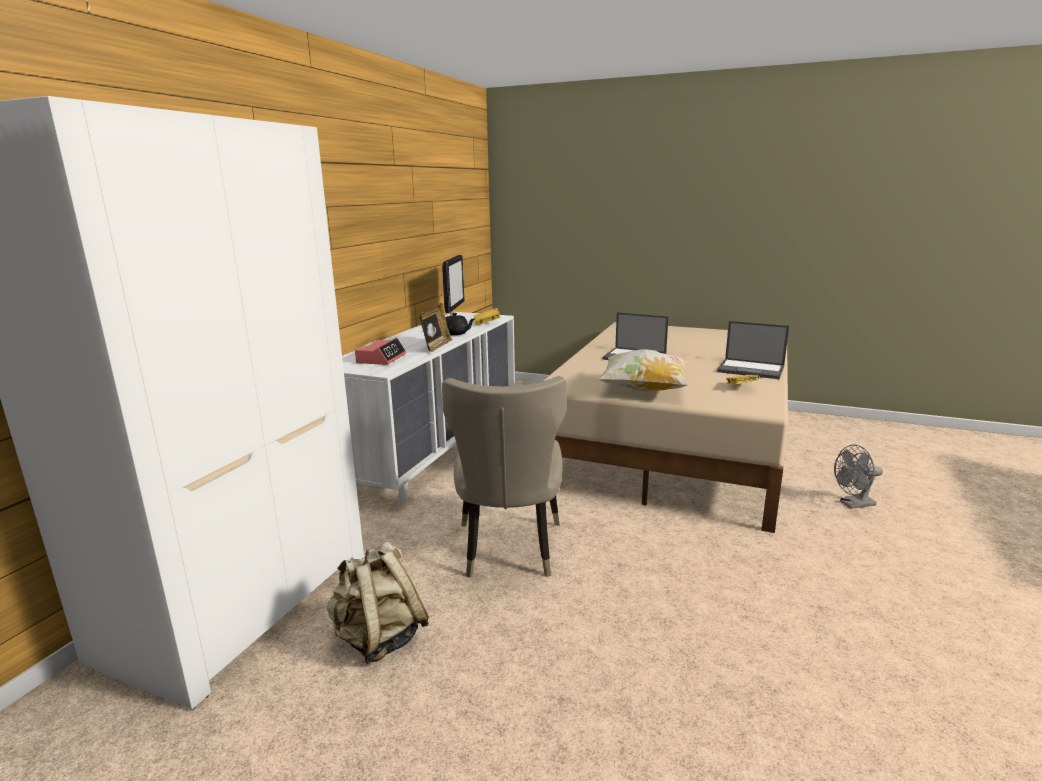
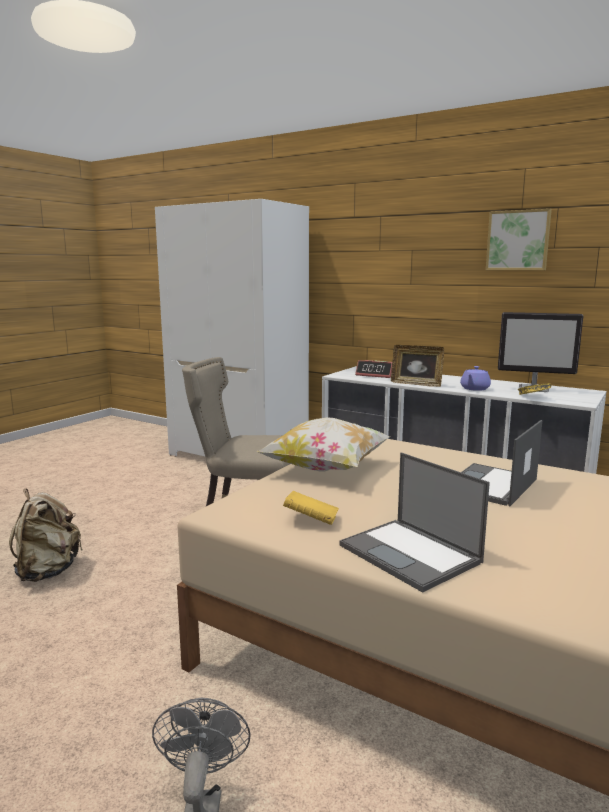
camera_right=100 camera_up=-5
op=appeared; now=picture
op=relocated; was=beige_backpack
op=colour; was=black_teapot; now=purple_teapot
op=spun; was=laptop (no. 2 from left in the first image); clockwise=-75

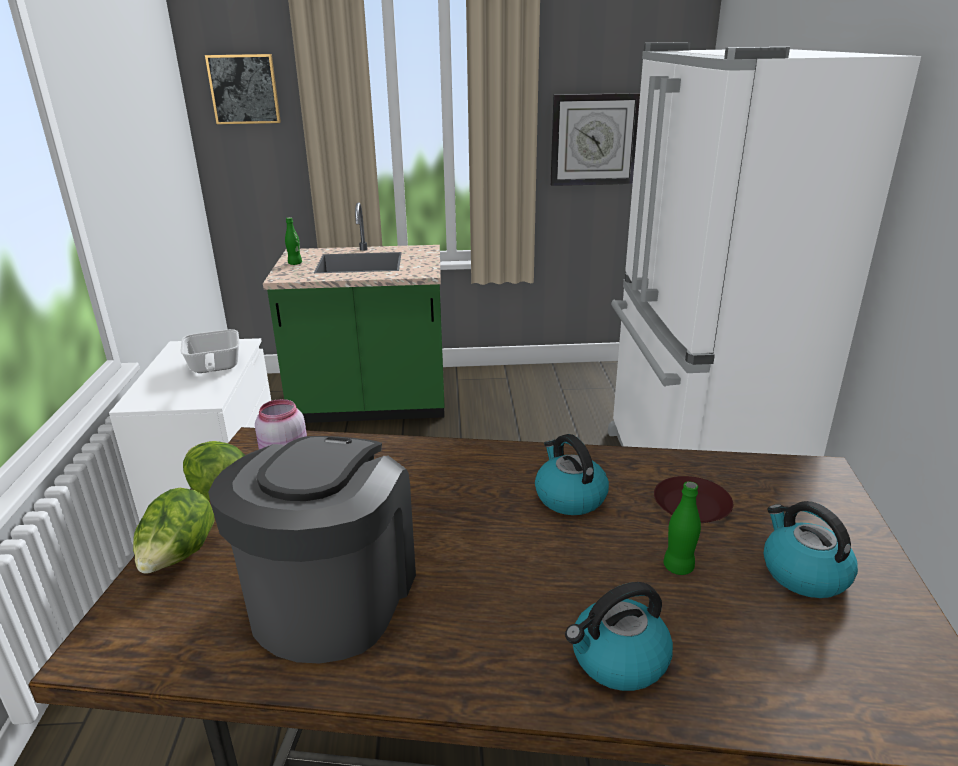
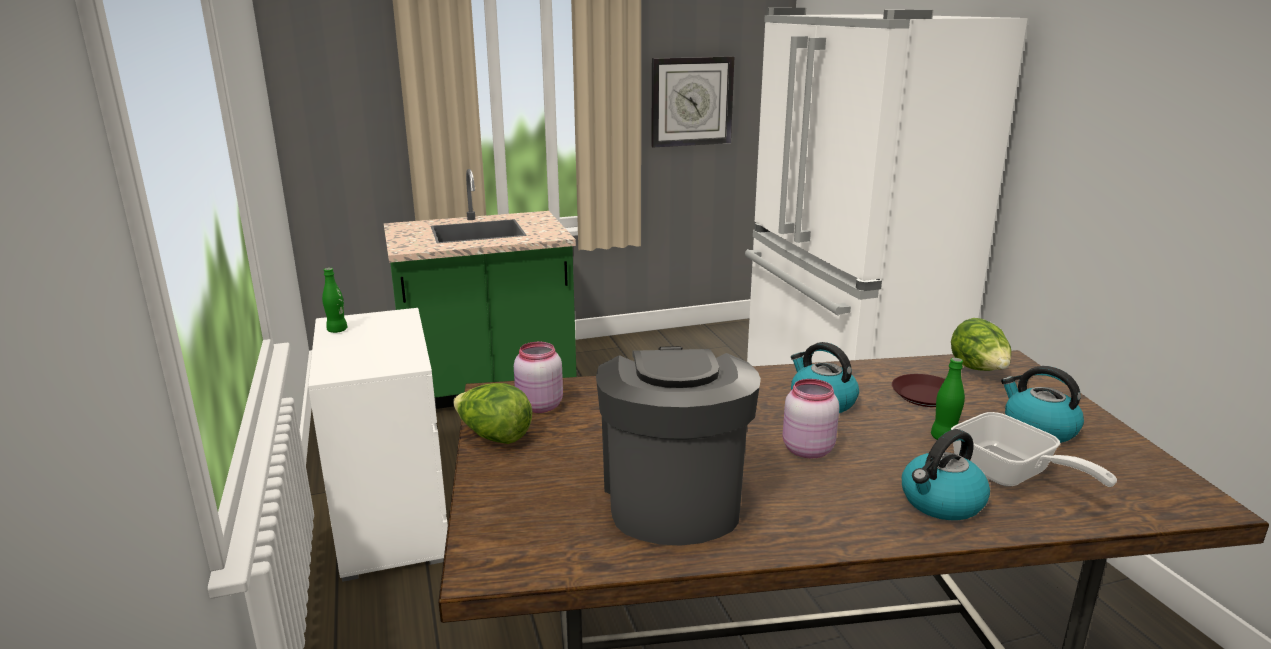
camera_right=-15 camera_up=-5
op=missing; was=picture
op=appeared; now=pink_jar (no. 2 from left)
op=relocated; was=lettuce (no. 1 from left in the first image); now=lettuce (no. 2 from left)
op=relocated; was=frying_pan
op=relocated; was=green_bottle (no. 1 from left)

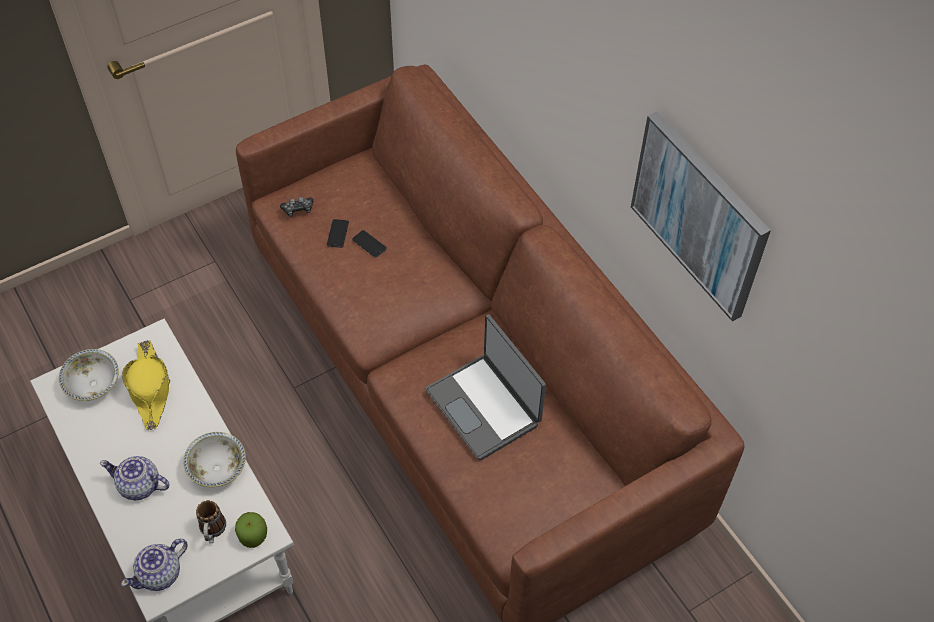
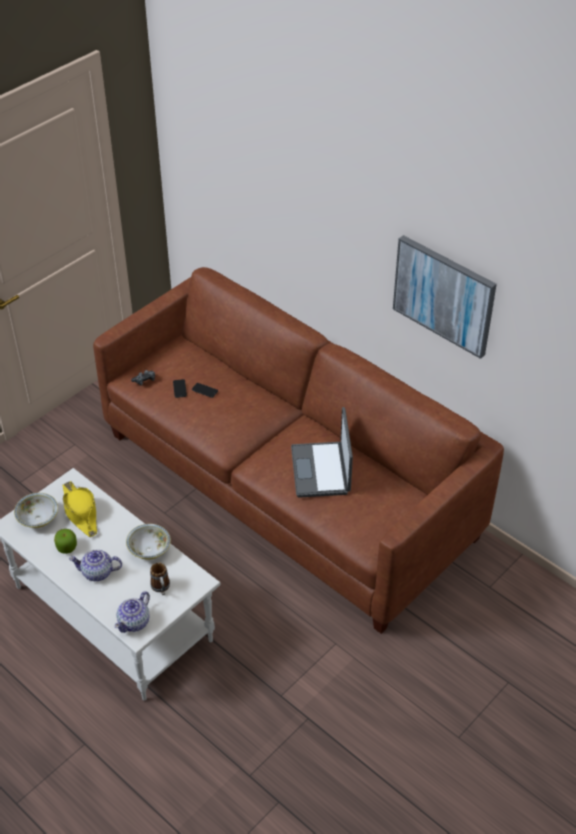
camera_right=-15 camera_up=-10
op=relocated; was=apple
op=spun; was=laptop; clockwise=45

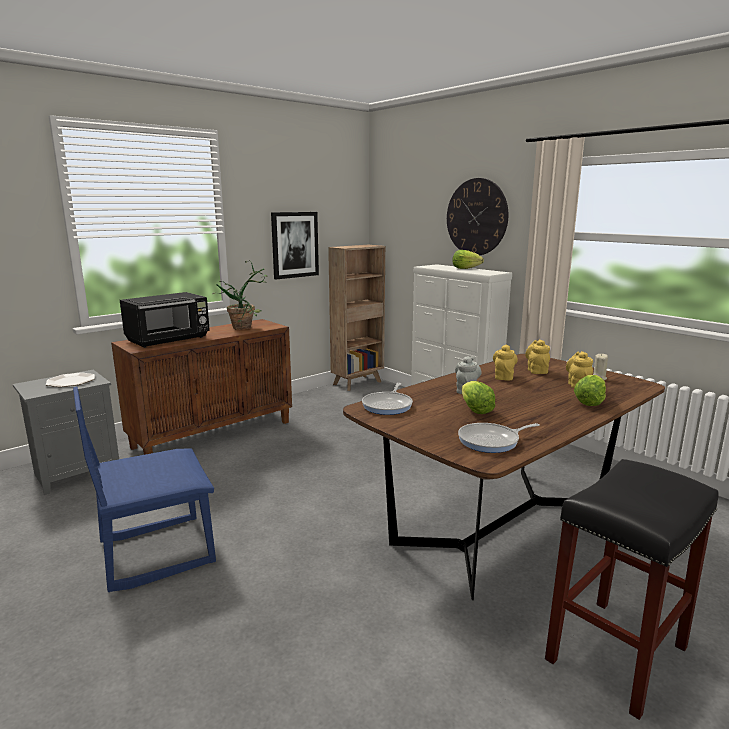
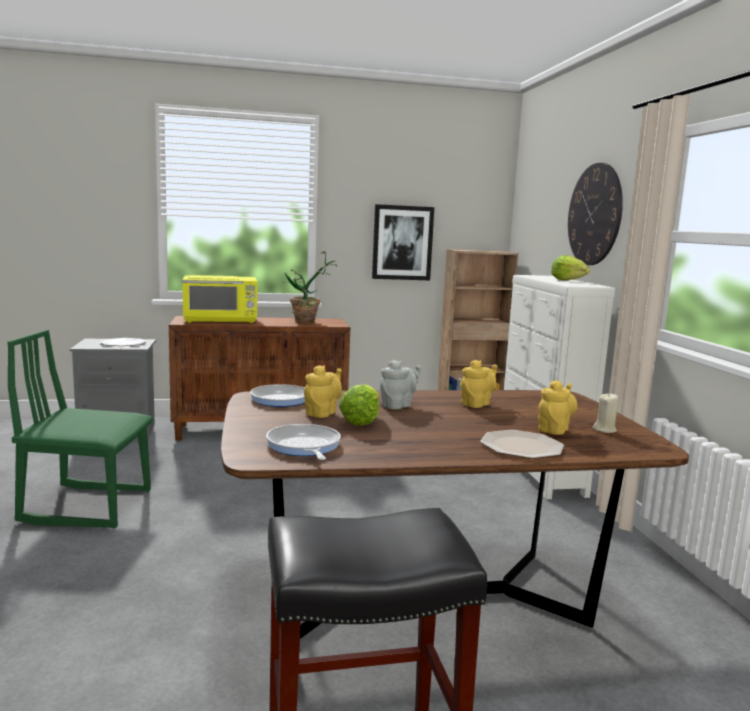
camera_right=30 camera_up=-5
op=relocated; was=yellow_teapot (no. 2 from left in the first image); now=yellow_teapot (no. 1 from left)
op=exchanged; was=lettuce (no. 3 from left); now=plate (no. 2 from left)
op=colour; was=blue_chair; now=green_chair
op=colour; was=black_microwave; now=yellow_microwave
op=spun; was=frying_pan (no. 2 from left); clockwise=60

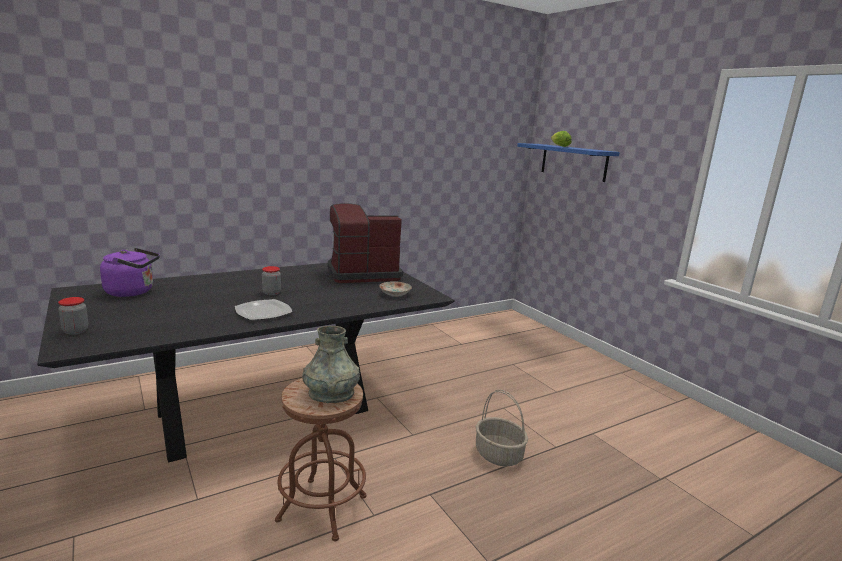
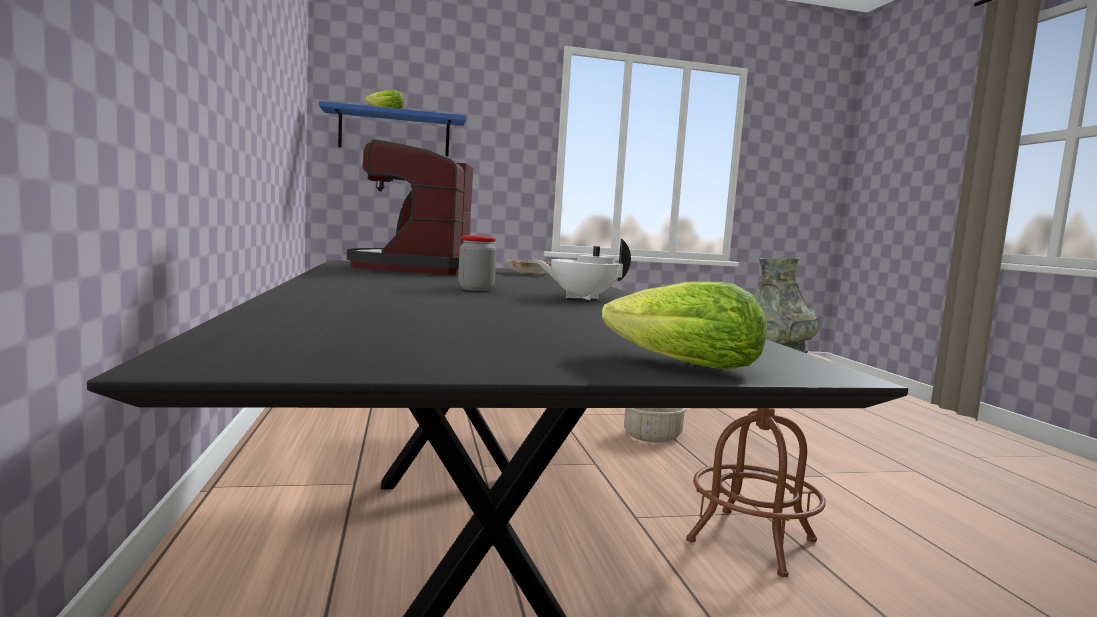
camera_right=-70 camera_up=-10
op=missing; was=purple_kettle
op=exchanged; was=jar (no. 1 from left); now=lettuce (no. 2 from left)
op=exchanged; was=plate (no. 1 from left); now=white_teapot

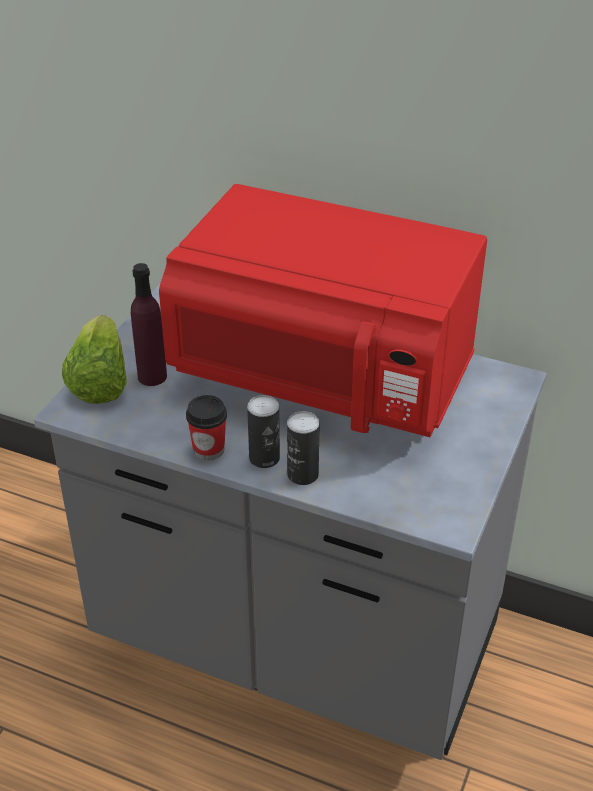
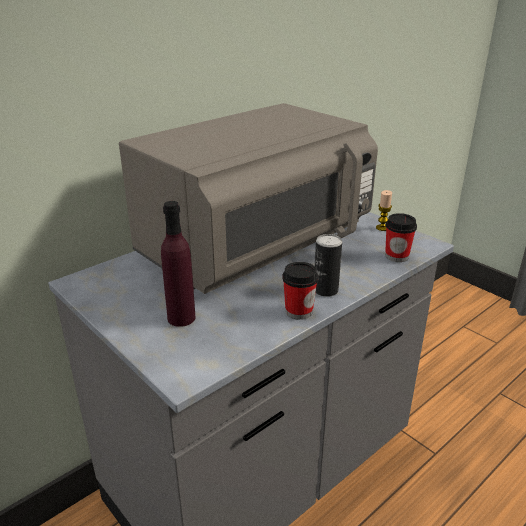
camera_right=-65 camera_up=-10
op=missing; was=lettuce
op=missing; was=can (no. 2 from left)
op=appeared; now=candle
op=appeared; now=cup (no. 2 from left)
op=colour; was=red_microwave; now=grey_microwave

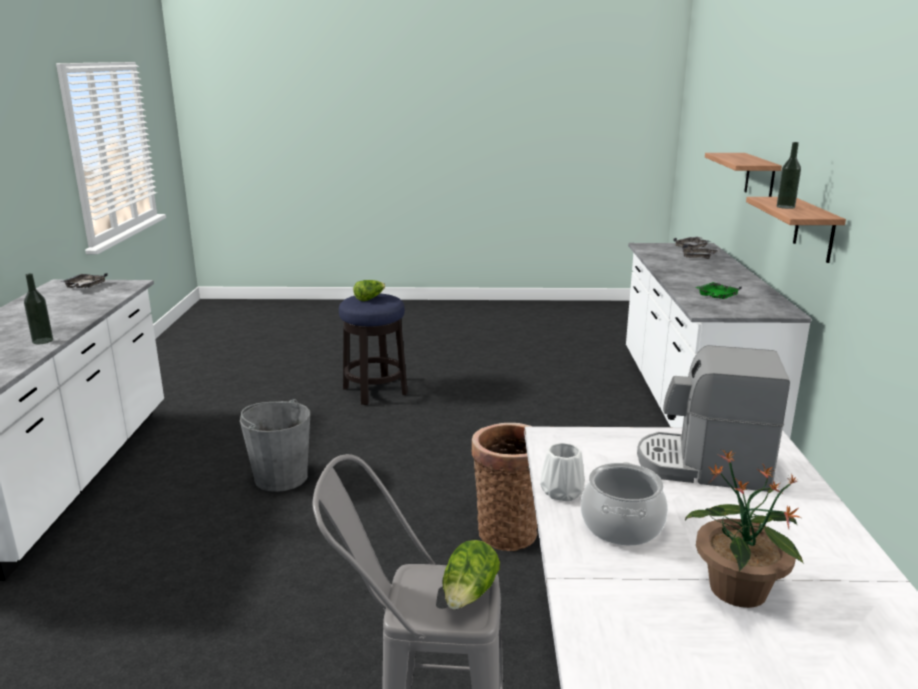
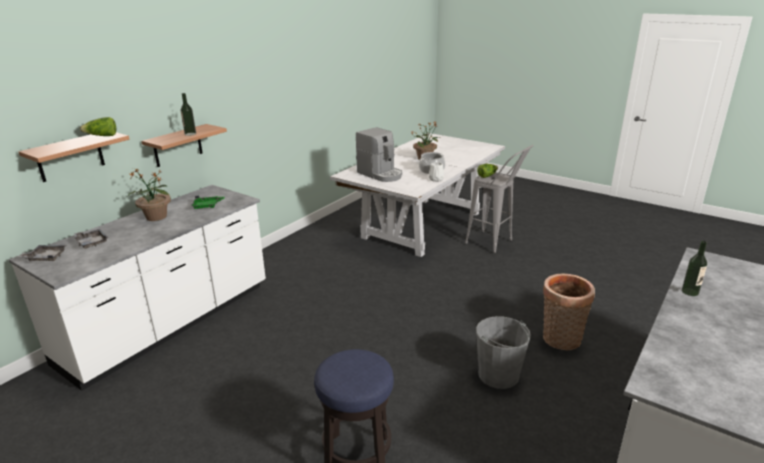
camera_right=-145 camera_up=5
op=missing; was=grey_tray (no. 1 from left)
op=appeared; now=potted_plant (no. 1 from left)
op=relocated; was=lettuce (no. 1 from left)
op=relocated; was=basket

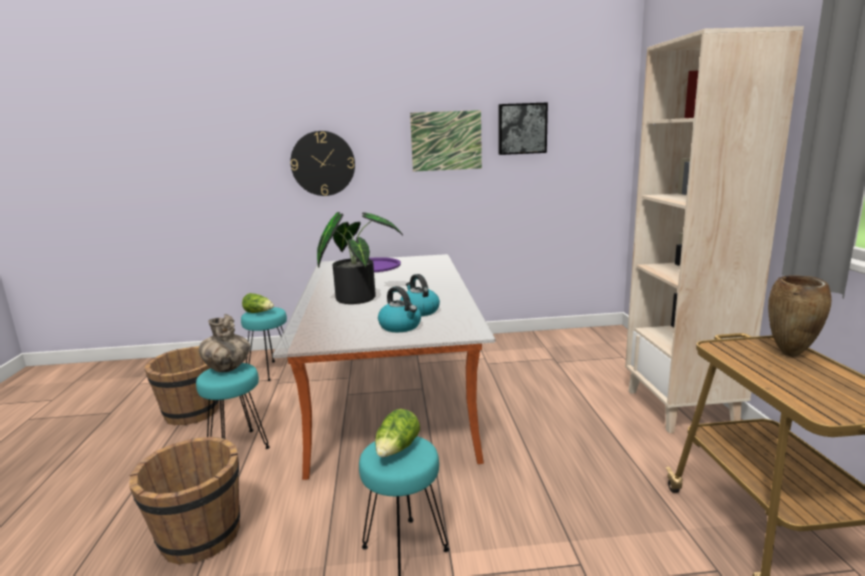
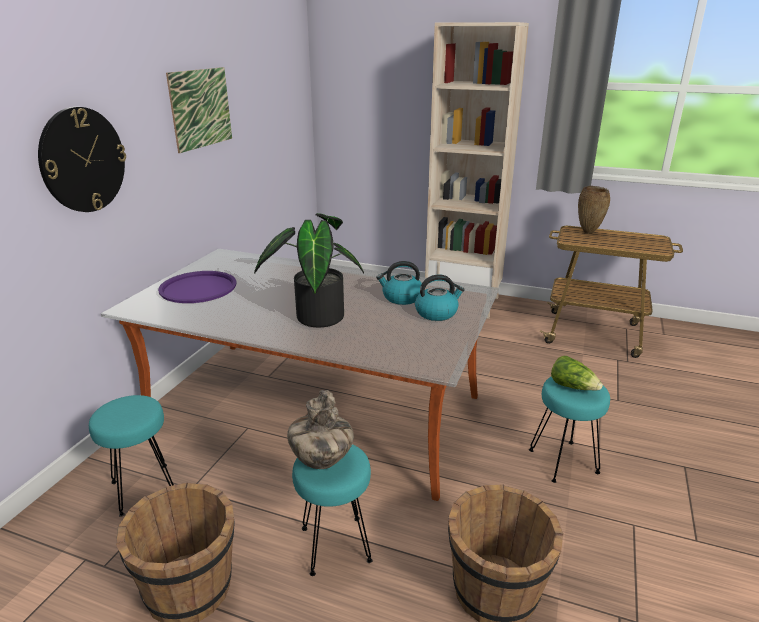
camera_right=-65 camera_up=10
op=missing; was=lettuce (no. 1 from left)
op=missing; was=picture (no. 2 from left)

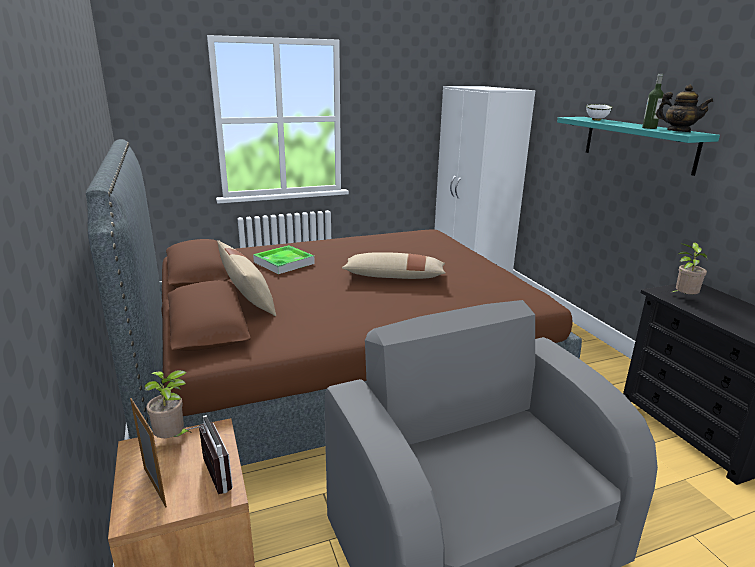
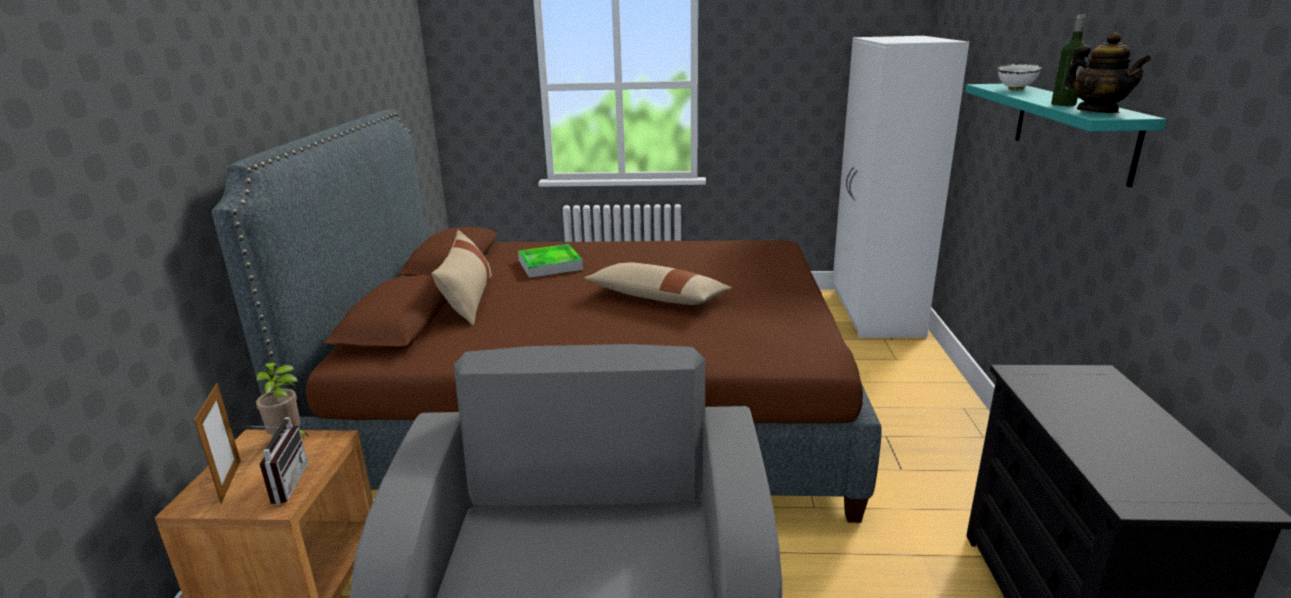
camera_right=25 camera_up=0
op=missing; was=potted_plant (no. 2 from left)

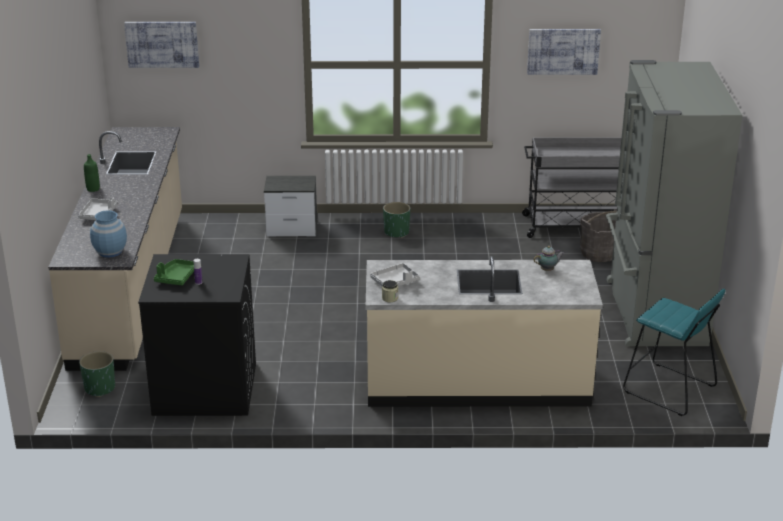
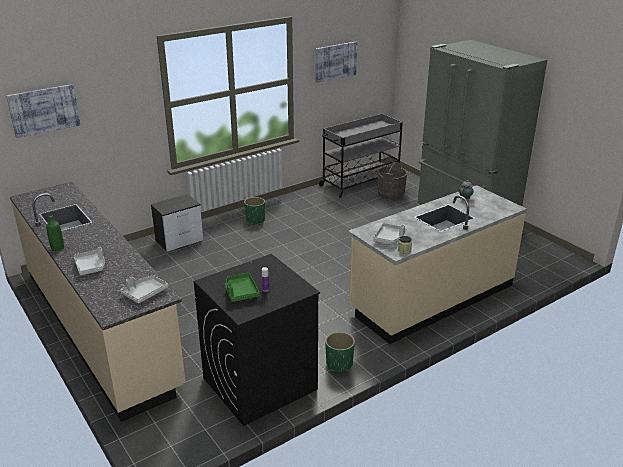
camera_right=-35 camera_up=0
op=missing; was=turquoise_stool
op=relocated; was=green_planter (no. 1 from left in the first image); now=green_planter (no. 2 from left)
op=exchanged; was=blue_vase; now=grey_tray (no. 2 from left)

